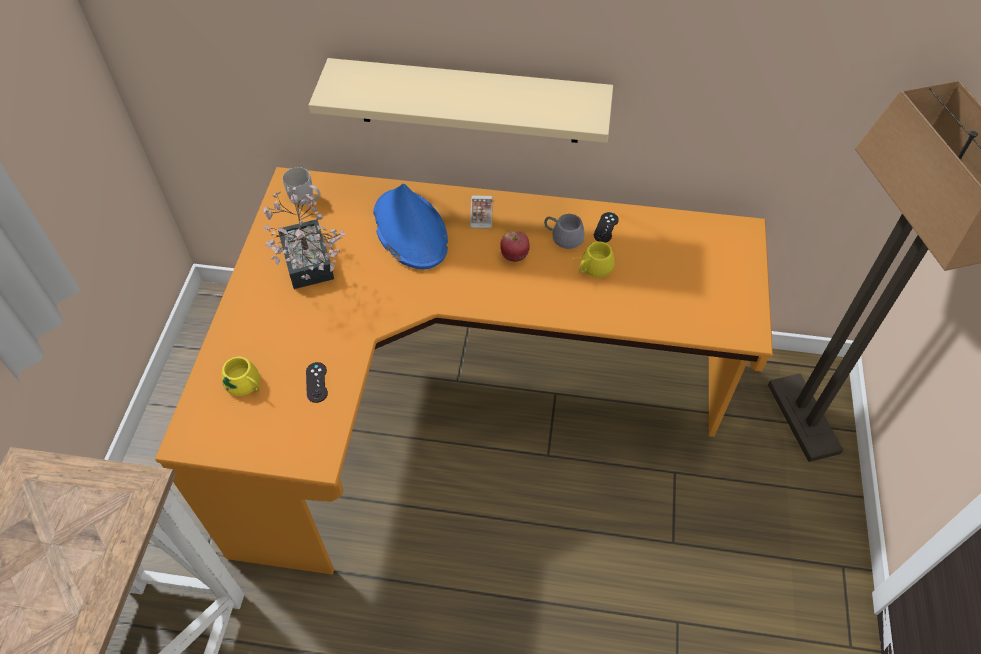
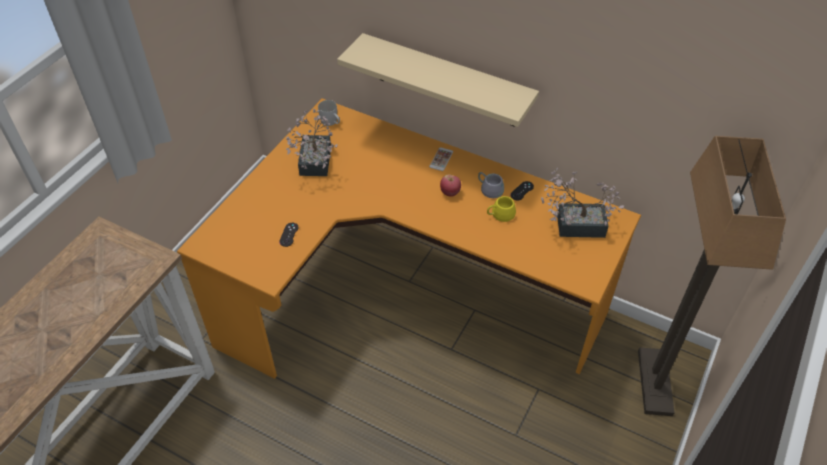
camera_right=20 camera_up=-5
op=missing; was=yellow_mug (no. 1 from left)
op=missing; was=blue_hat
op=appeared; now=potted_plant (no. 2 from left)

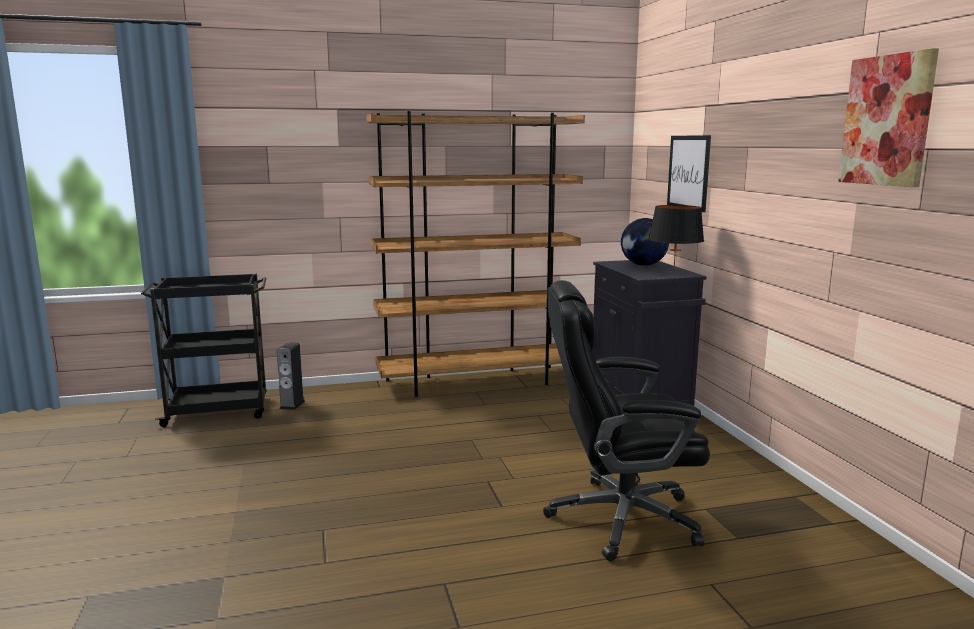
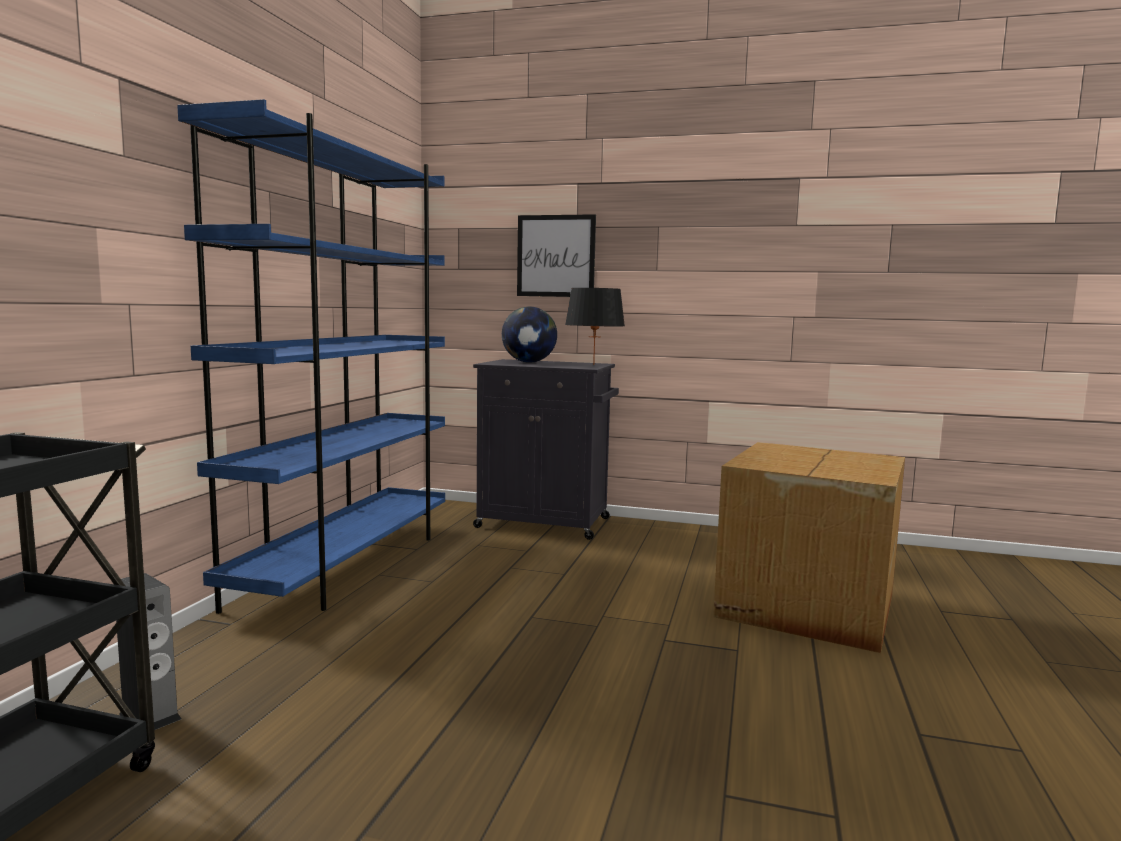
camera_right=-60 camera_up=-5
op=missing; was=picture (no. 2 from left)
op=exchanged; was=black_office_chair; now=cardboard_box
op=colour; was=brown_bookcase; now=blue_bookcase

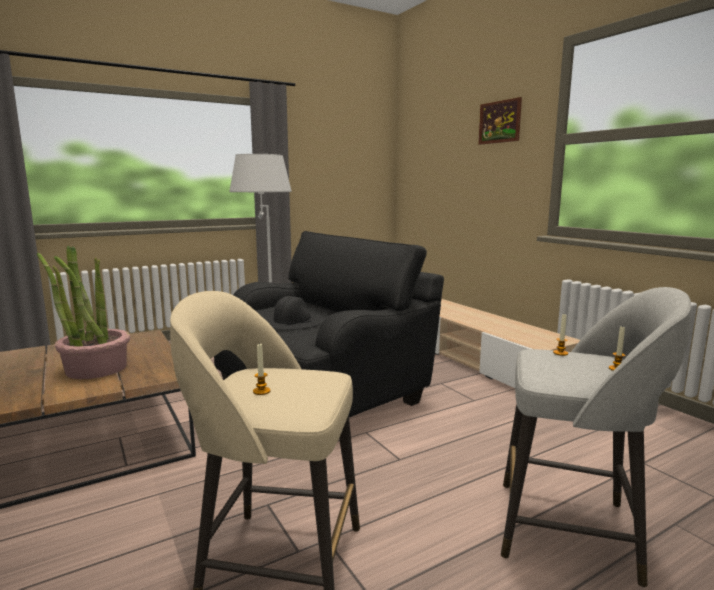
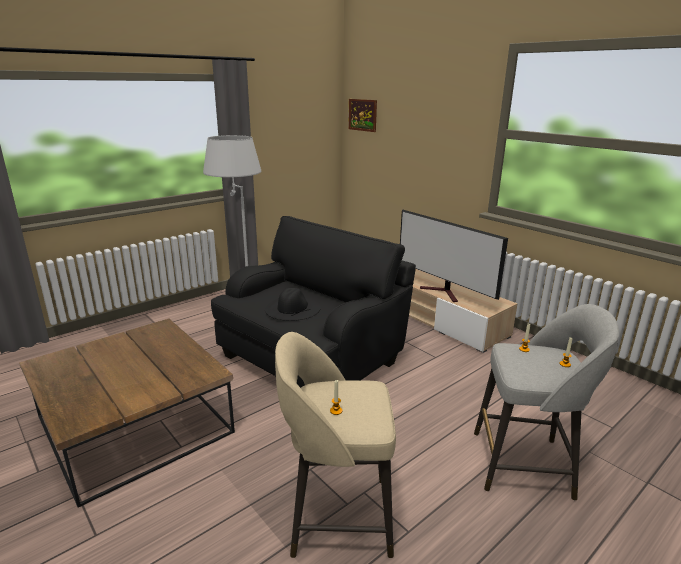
camera_right=-10 camera_up=10
op=missing; was=potted_plant
op=appeared; now=television
op=relocated; was=picture

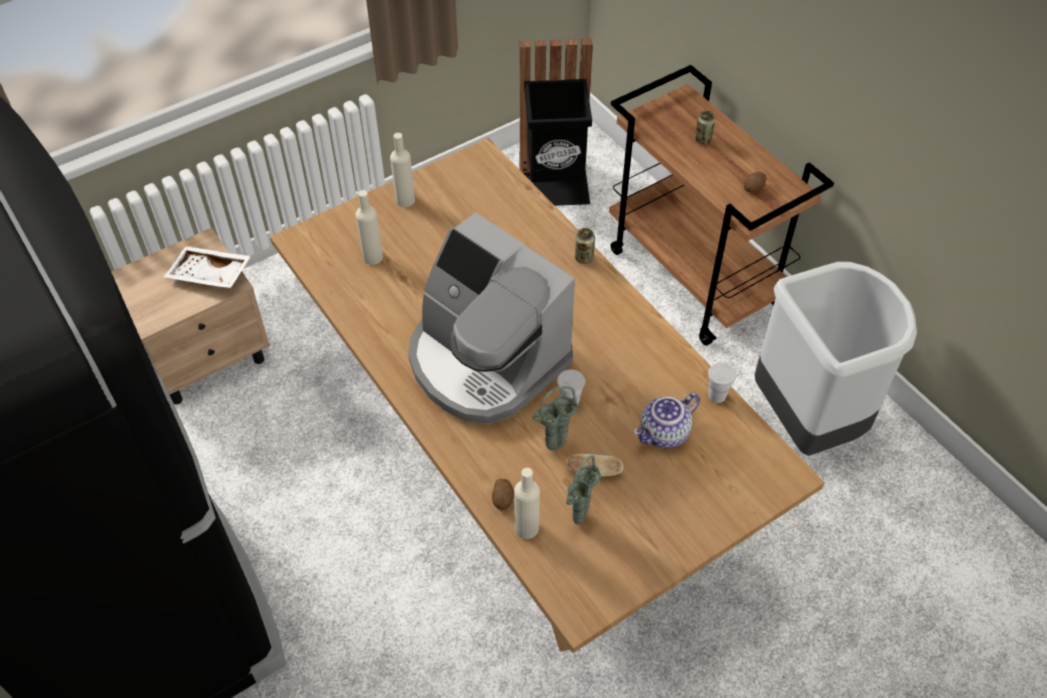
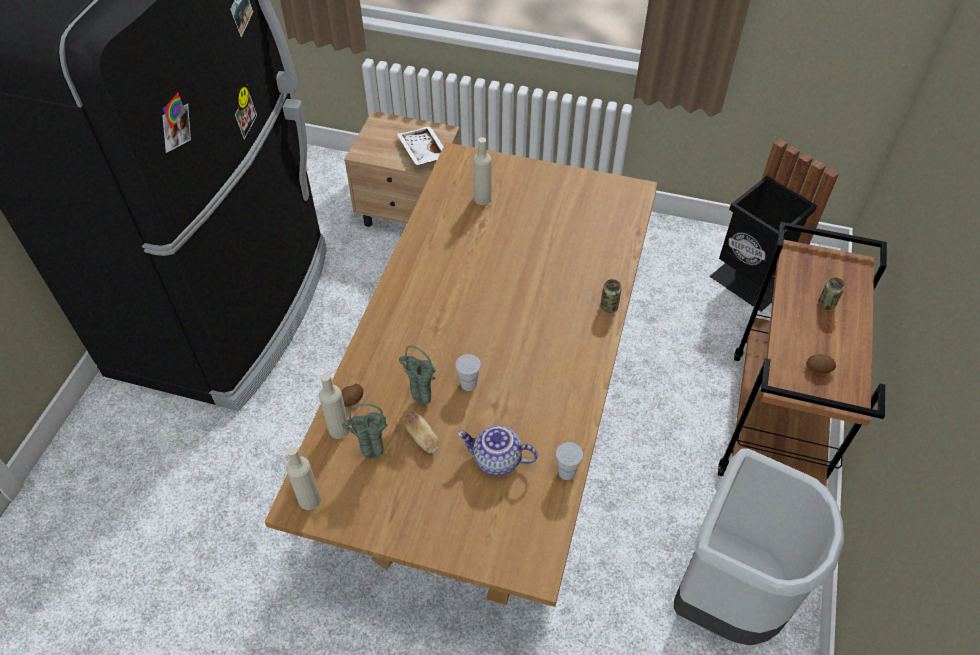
camera_right=50 camera_up=0
op=missing; was=coffee_machine
op=relocated; was=beige_bottle (no. 2 from left in the first image); now=beige_bottle (no. 1 from left)

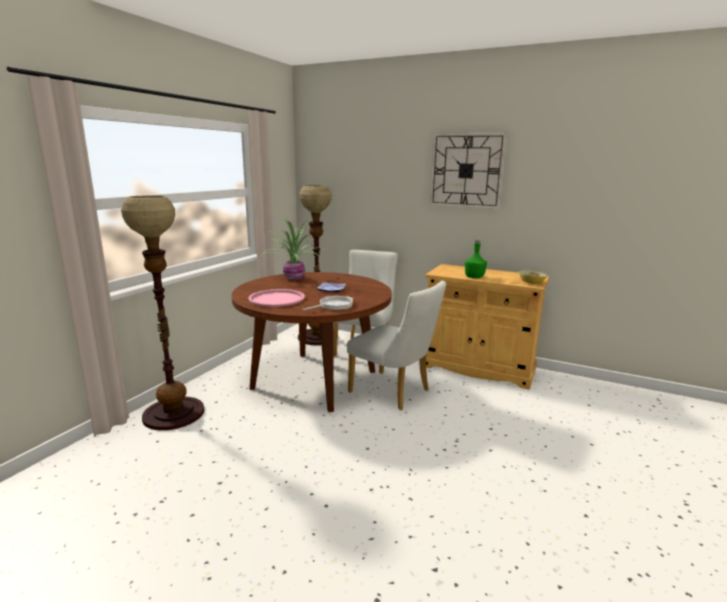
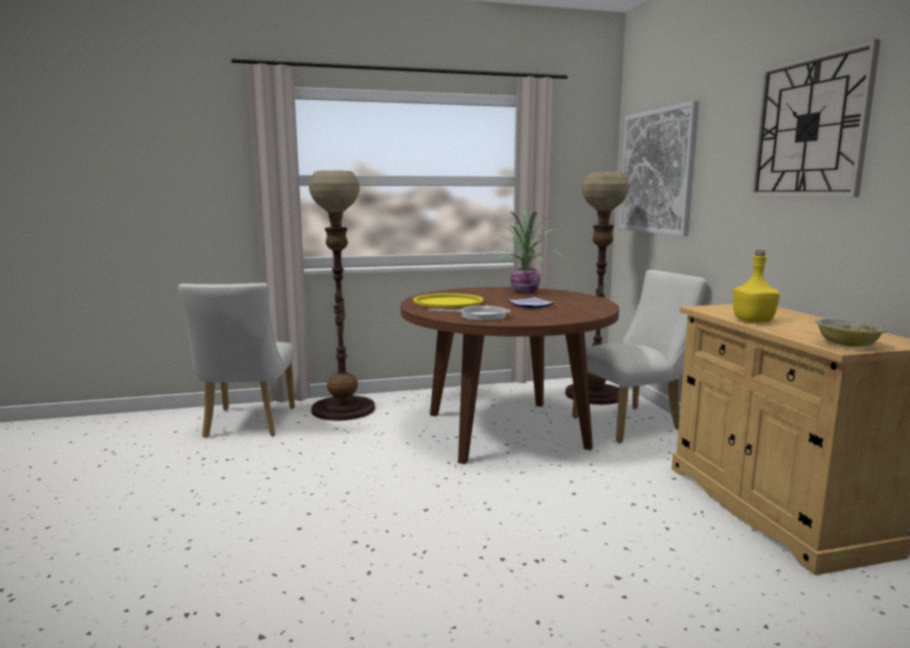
camera_right=50 camera_up=-5
op=appeared; now=picture
op=relocated; was=white_chair (no. 2 from left in the first image); now=white_chair (no. 1 from left)
op=colour; was=pink_tray; now=yellow_tray
op=colour; was=green_bottle; now=yellow_bottle

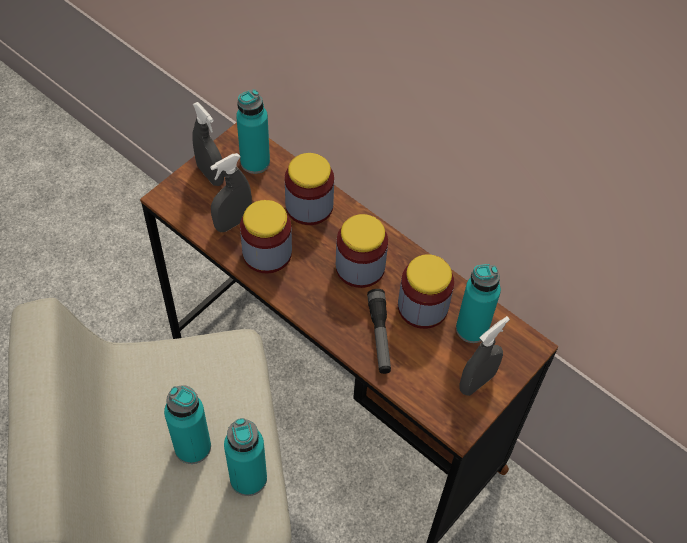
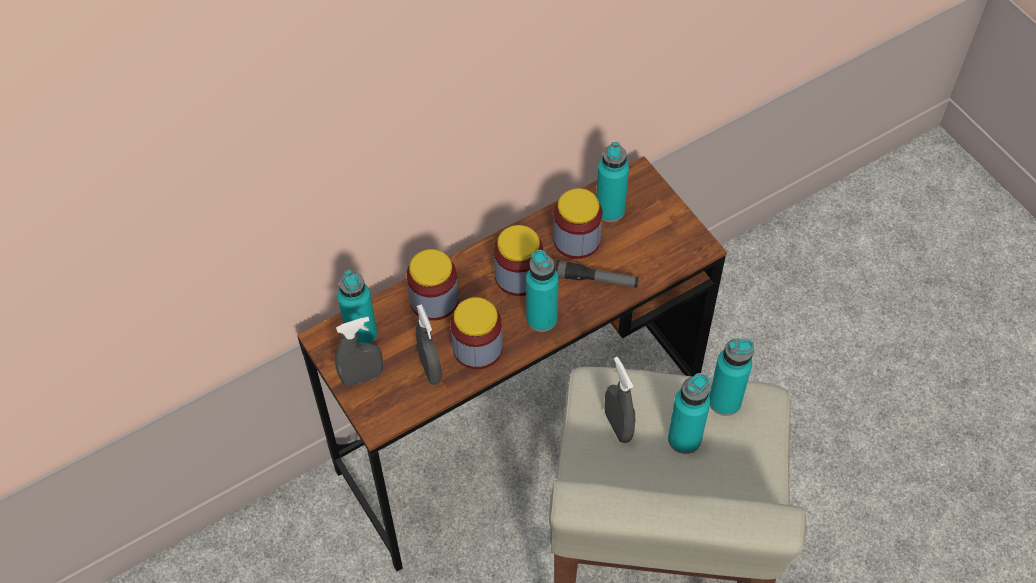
camera_right=-70 camera_up=0
op=appeared; now=turquoise_bottle (no. 2 from left)
op=relocated; was=grey_spray_bottle (no. 3 from left)

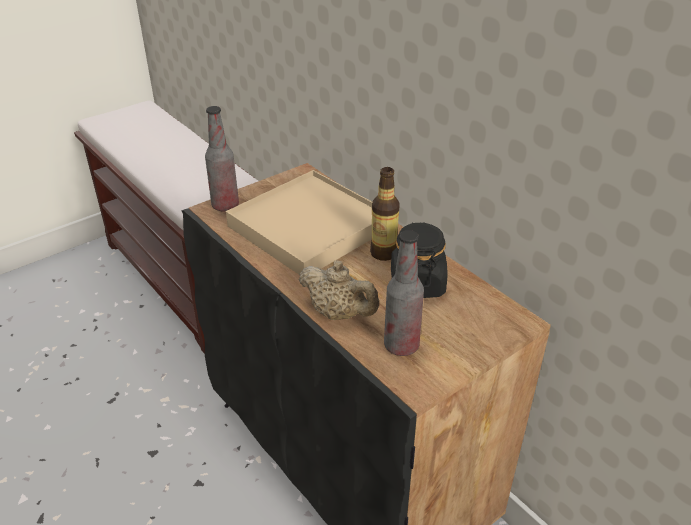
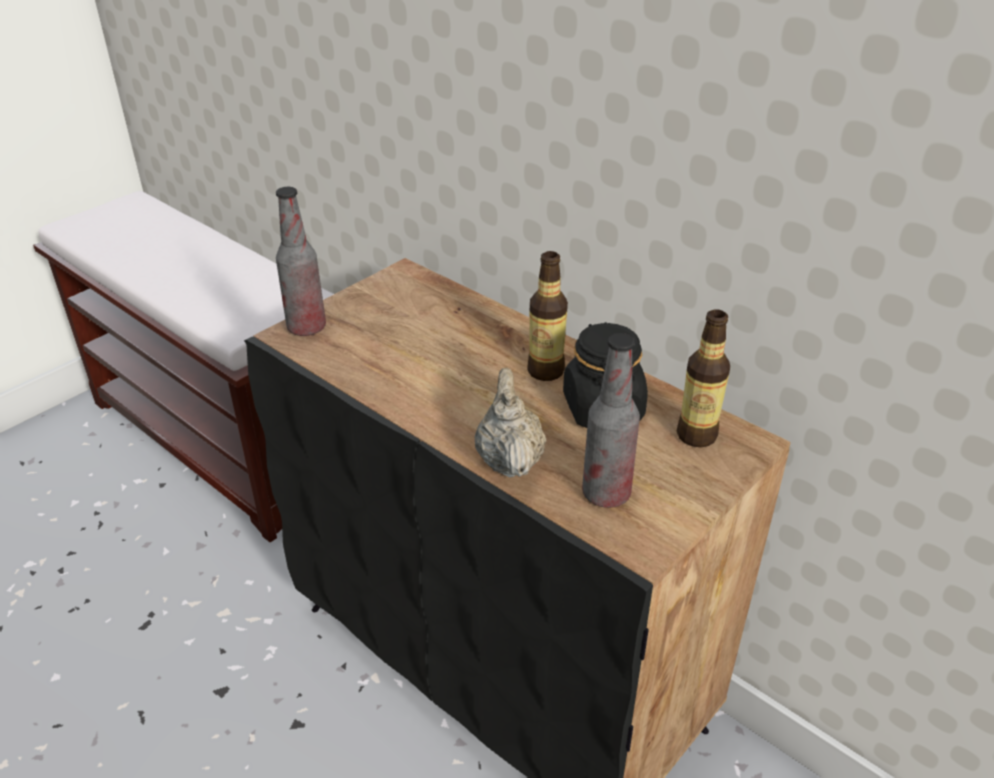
camera_right=-10 camera_up=0
op=missing; was=beige_tray
op=appeared; now=bottle (no. 4 from left)
op=spun; was=beige_teapot; clockwise=-120

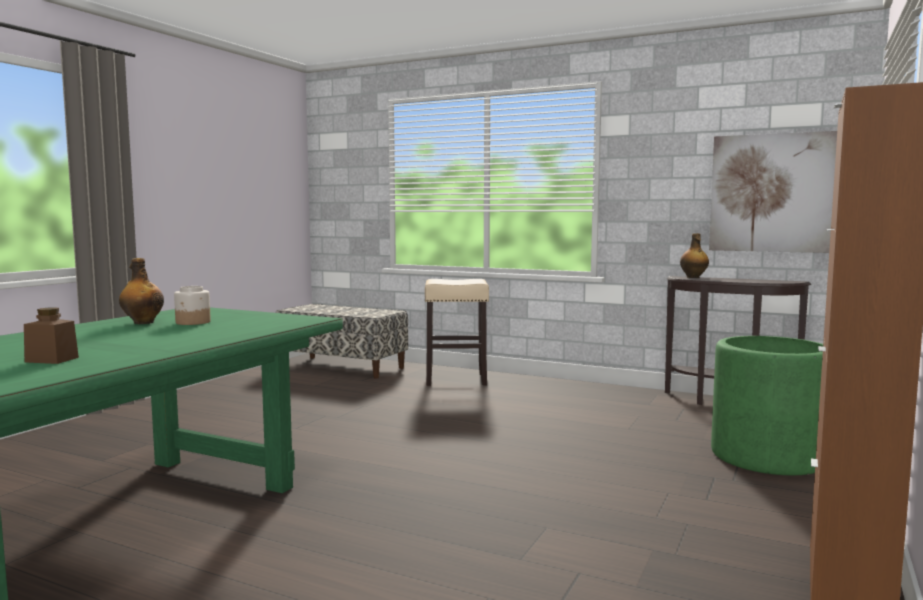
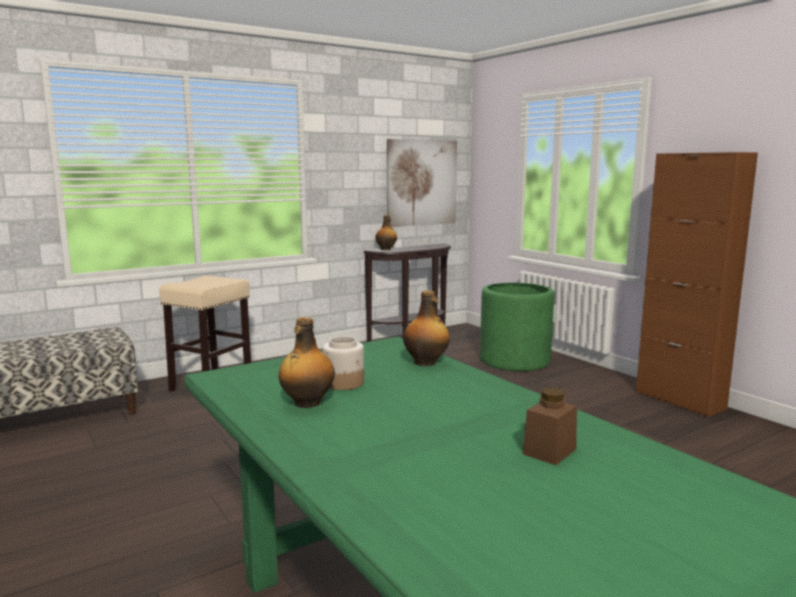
camera_right=-60 camera_up=5
op=appeared; now=bottle (no. 3 from left)

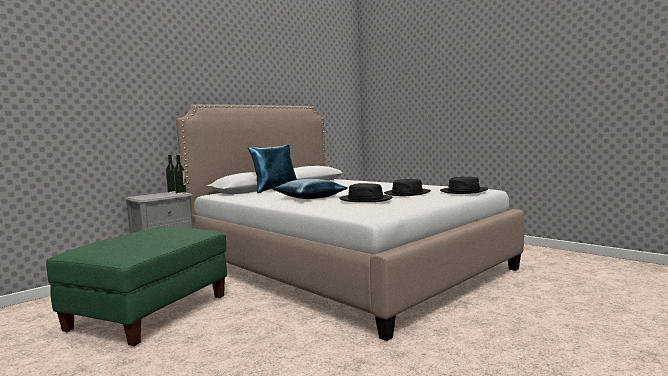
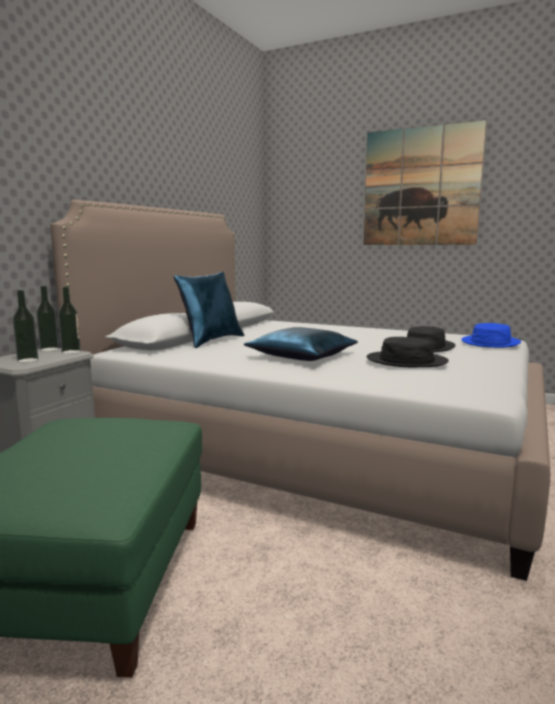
camera_right=-20 camera_up=5
op=appeared; now=bottle (no. 1 from left)
op=appeared; now=picture
op=colour; was=black_hat (no. 3 from left); now=blue_hat

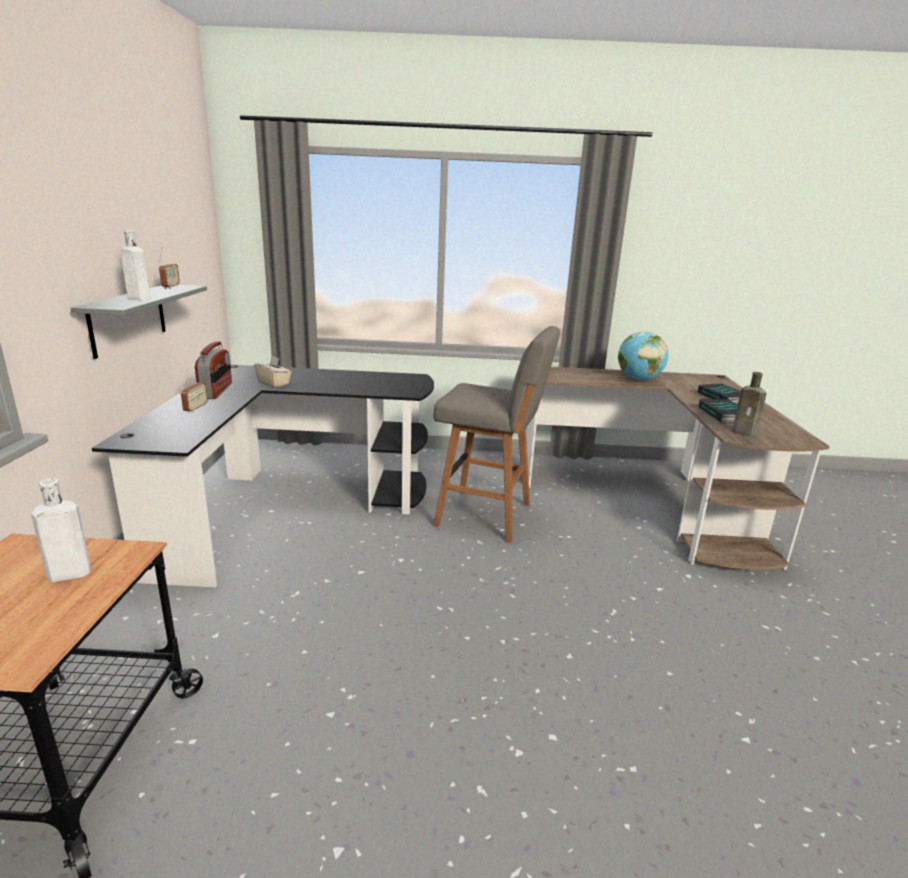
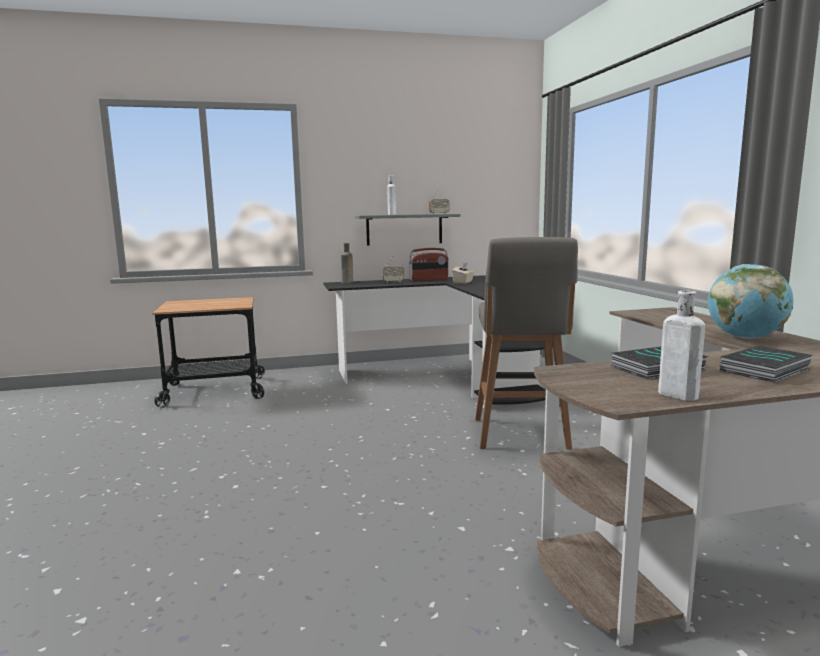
camera_right=75 camera_up=-10
op=relocated; was=white_bottle (no. 1 from left in the first image); now=white_bottle (no. 2 from left)
op=relocated; was=brown_bottle

